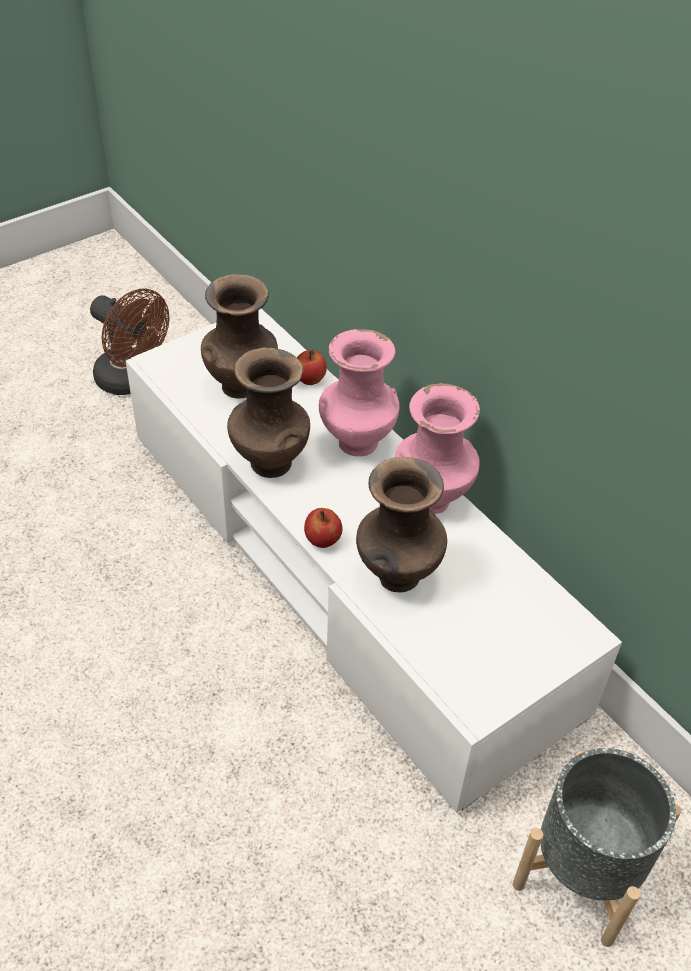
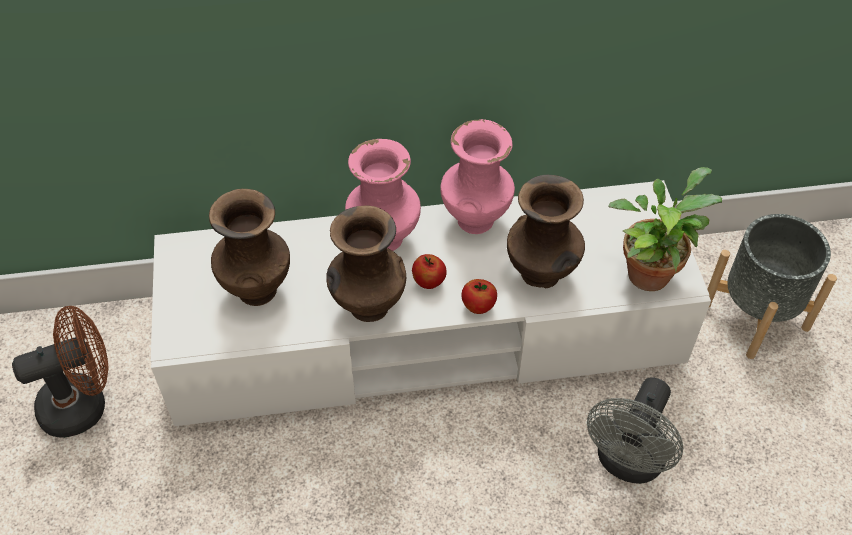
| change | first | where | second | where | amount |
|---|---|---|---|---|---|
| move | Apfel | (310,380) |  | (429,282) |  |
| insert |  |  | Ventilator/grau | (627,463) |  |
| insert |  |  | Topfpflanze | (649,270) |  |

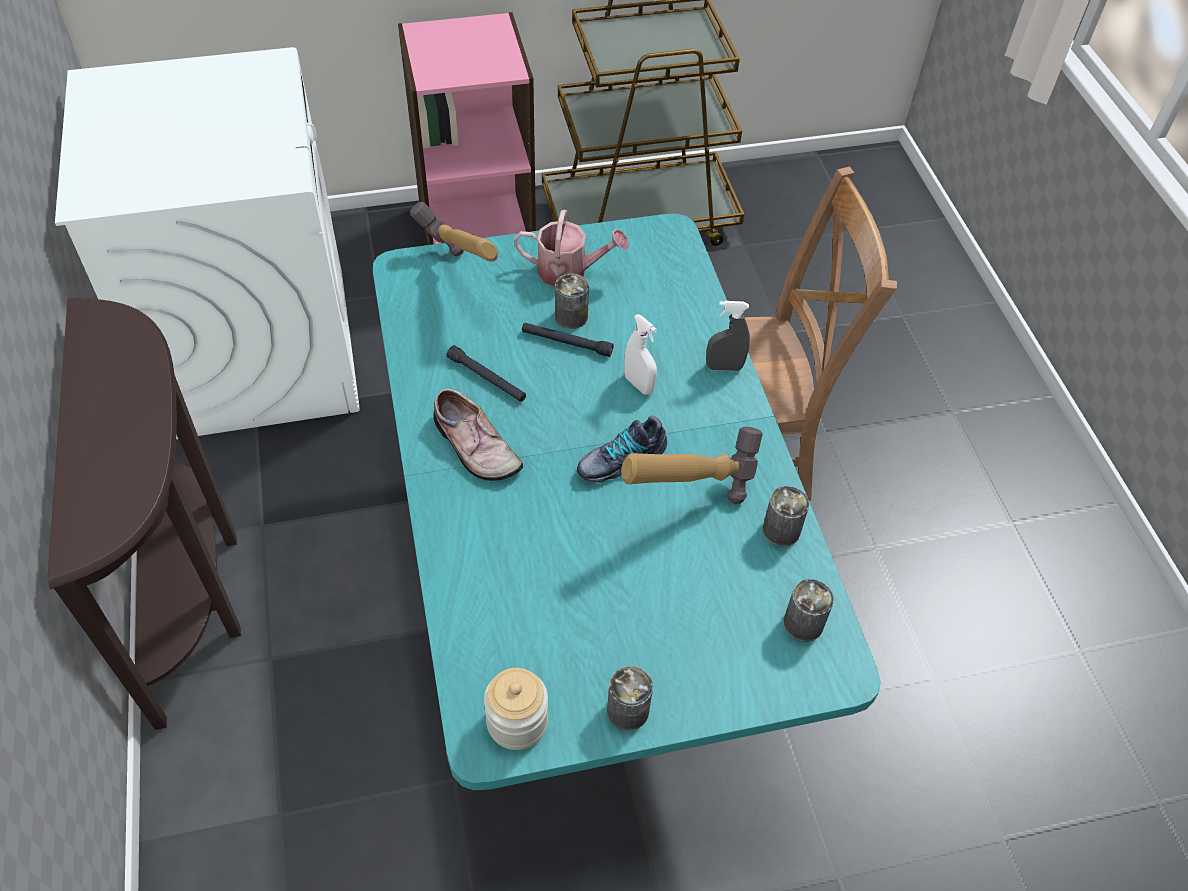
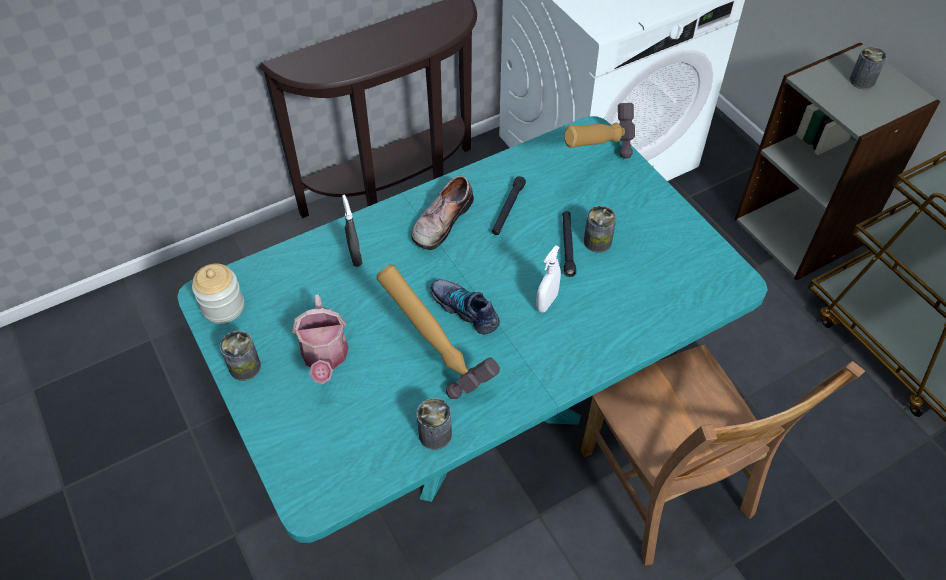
| change | first | where | second | where | amount |
|---|---|---|---|---|---|
| recolor | Bücherregal/rosa | (476,230) | Bücherregal/grau | (799,231) |  |
| move | Gießkanne | (569,271) |  | (325,358) |  |
| move | Sprühflasche/grau | (724,367) |  | (355,256) |  |
| move | Dose | (803,623) |  | (862,81) |  |

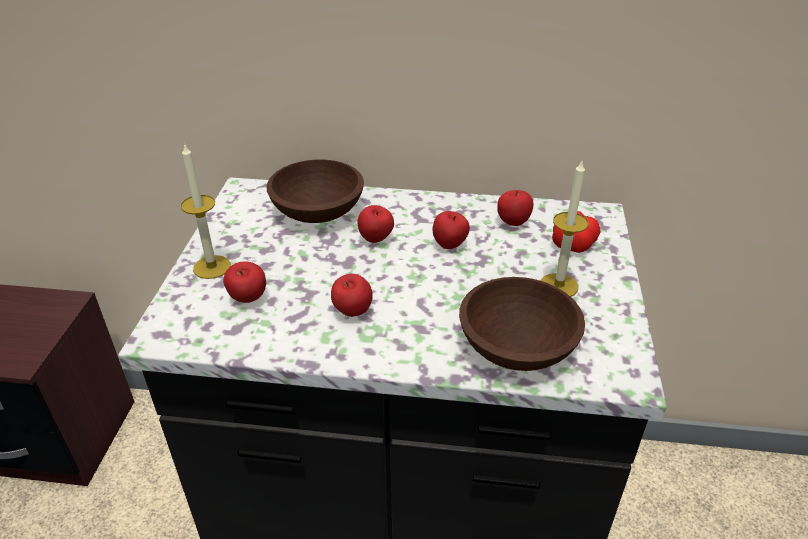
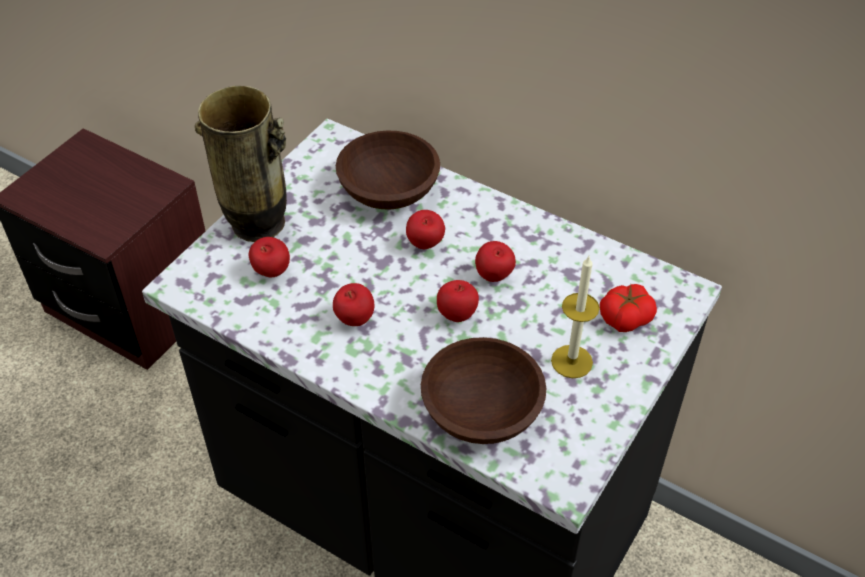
| change | first | where | second | where | amount |
|---|---|---|---|---|---|
| replace | Kerze | (212,267) | Vase | (258,225) |  |
| move | Apfel | (513,223) |  | (457,315) |  |

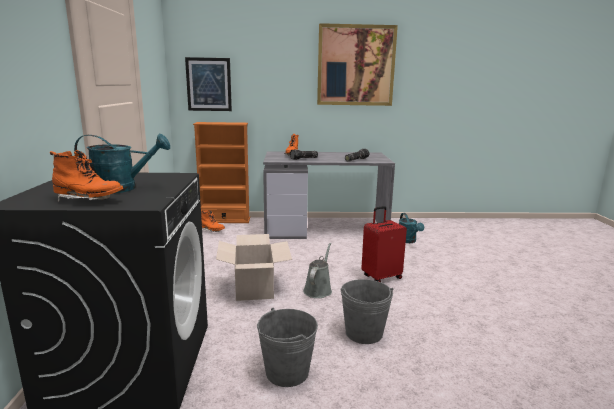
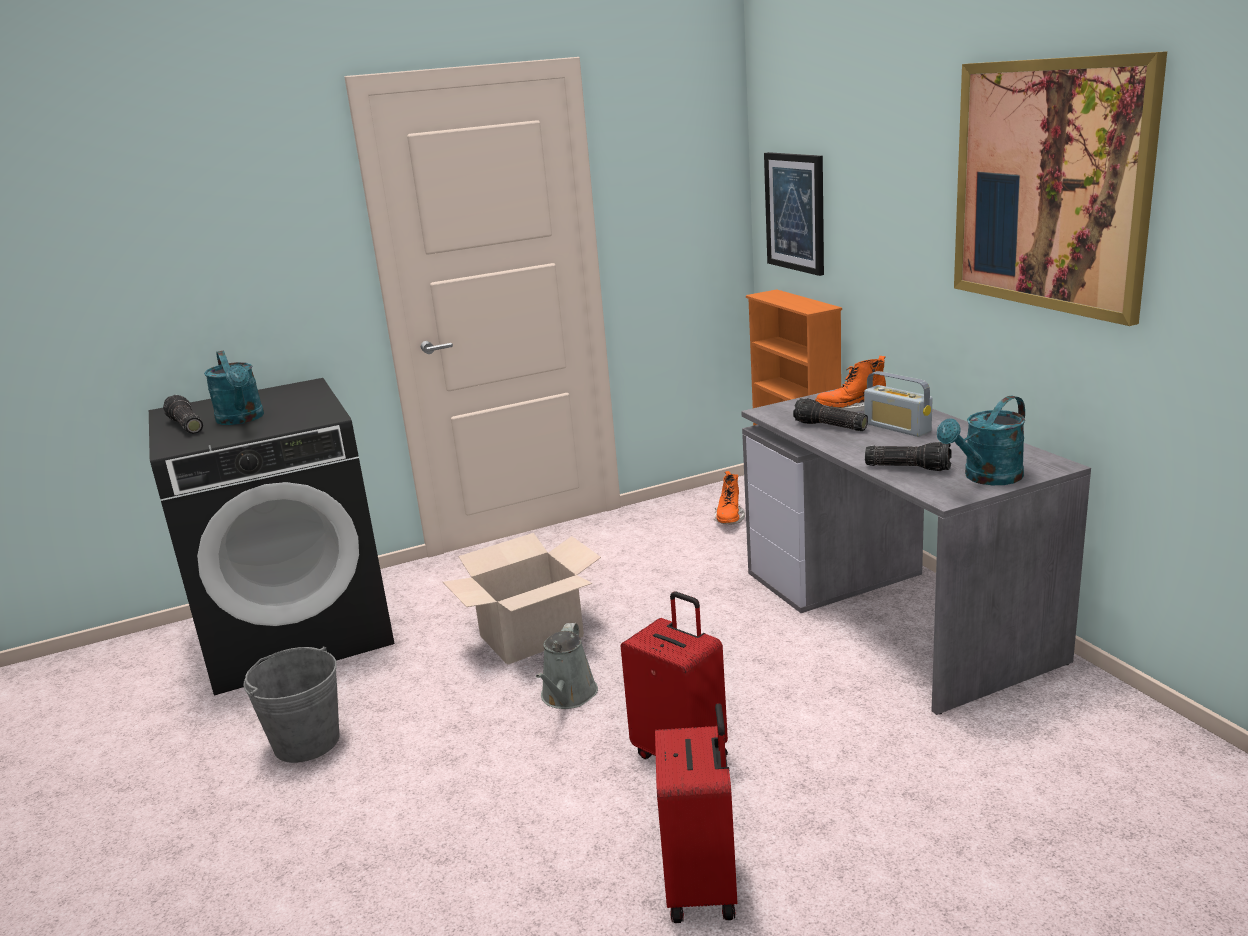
| change | first | where | second | where | amount |
|---|---|---|---|---|---|
| replace | Stiefel/orange | (89,200) | Taschenlampe | (185,426) |  |
| rotate | Gießkanne/grau | (318,289) |  | (567,696) | 105 degrees clockwise |
| delete | Eimer/grau | (364,333) |  |  |  |
| move | Gießkanne/türkis | (408,241) |  | (986,478) |  |
| insert |  |  | Koffer/rot | (703,886) |  |
| insert |  |  | Radio | (897,428) |  |

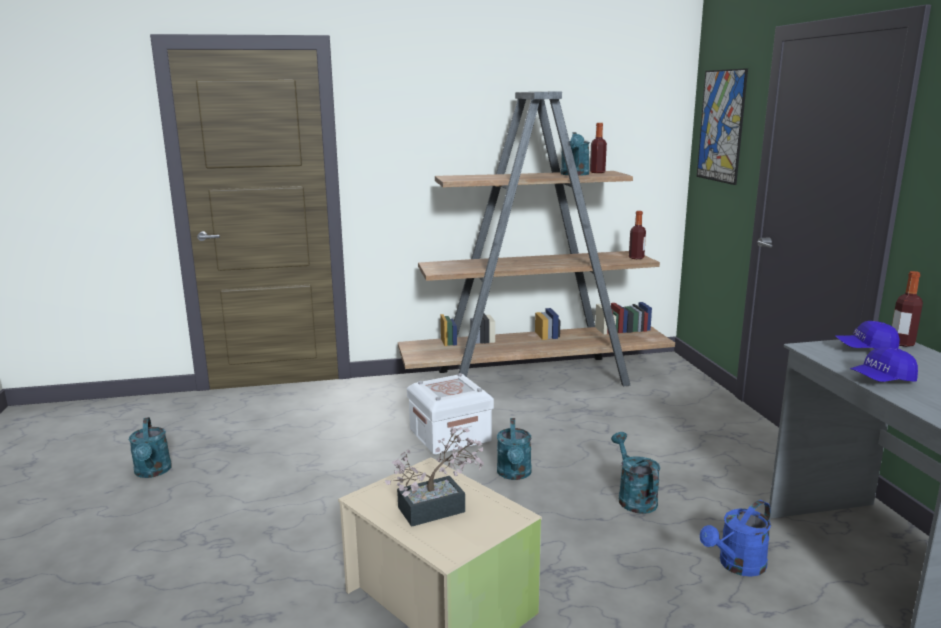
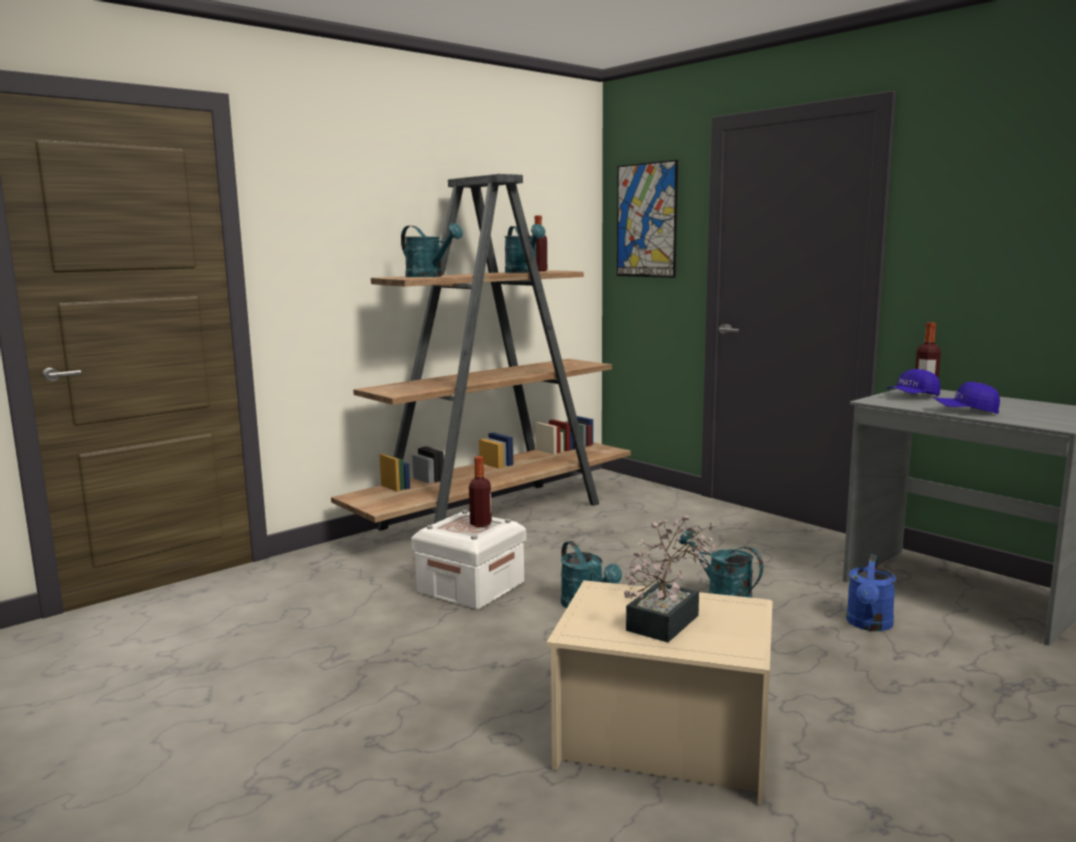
| change | first | where | second | where | amount |
|---|---|---|---|---|---|
| move | Gießkanne/türkis | (153,472) |  | (429,276) |  |
| move | Flasche | (636,258) |  | (481,524) |  |
| rotate | Kappe/blau | (882,380) |  | (966,411) | 60 degrees clockwise |

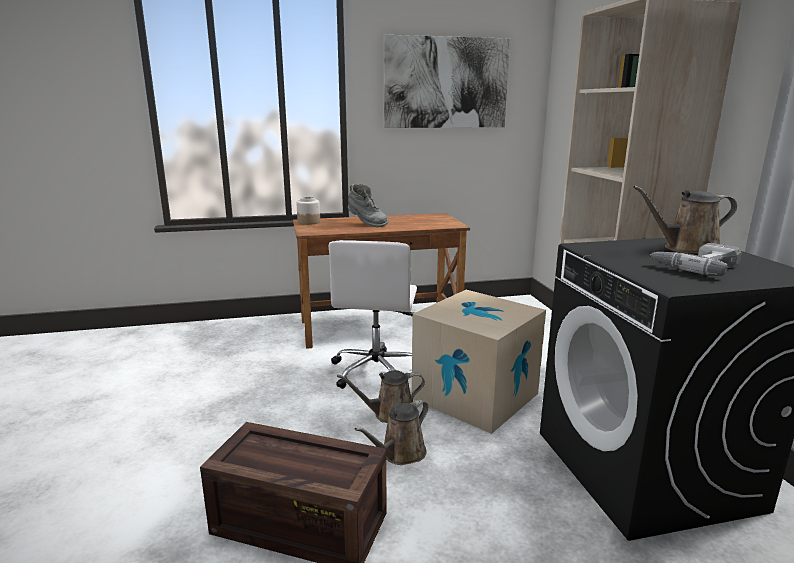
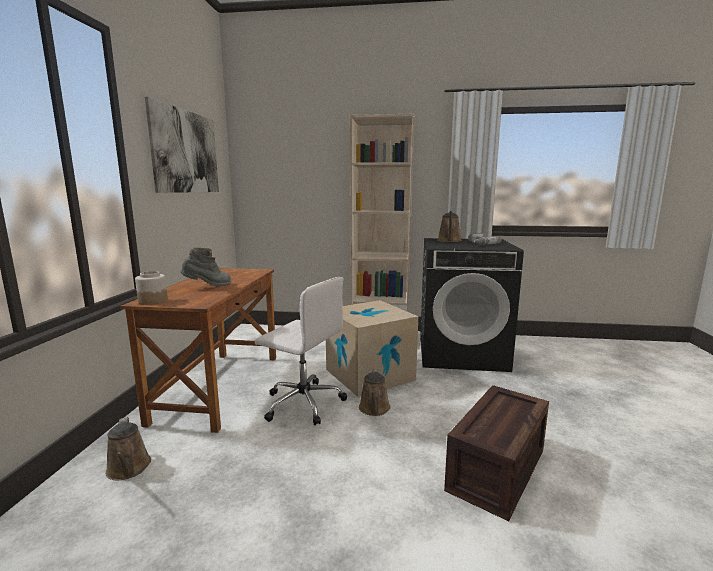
| change | first | where | second | where | amount |
|---|---|---|---|---|---|
| move | Gießkanne/braun | (400,454) |  | (128,469) |  |

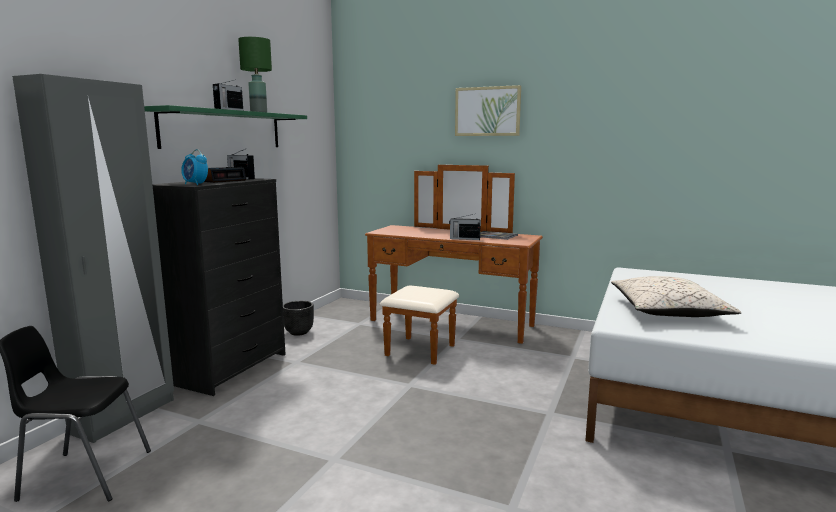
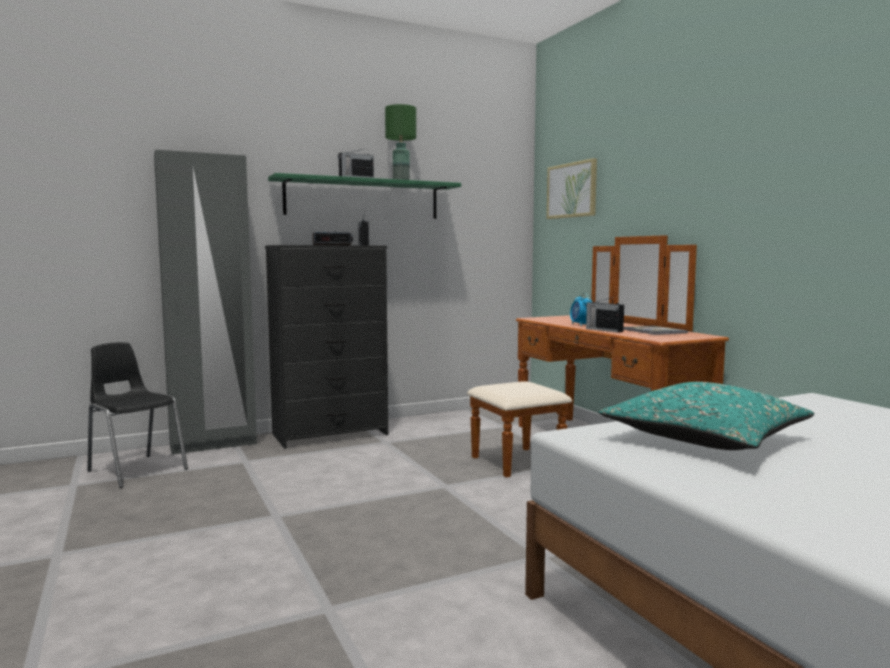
| change | first | where | second | where | amount |
|---|---|---|---|---|---|
| move | Wecker | (195,184) |  | (580,325) |  |
| delete | Pflanzkübel/schwarz | (298,332) |  |  |  |
| move | Bild | (487,111) |  | (572,190) |  |
| recolor | Kissen/beige | (667,311) | Kissen/türkis | (706,439) |  |

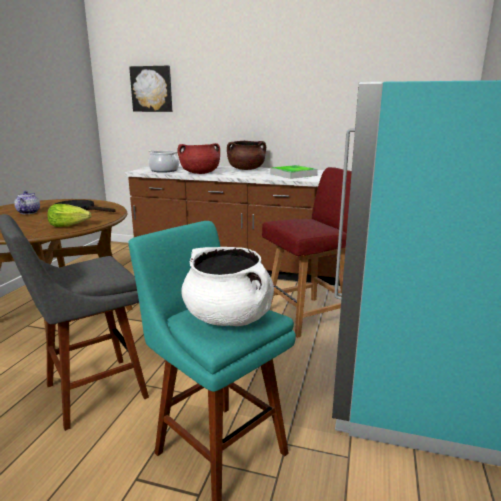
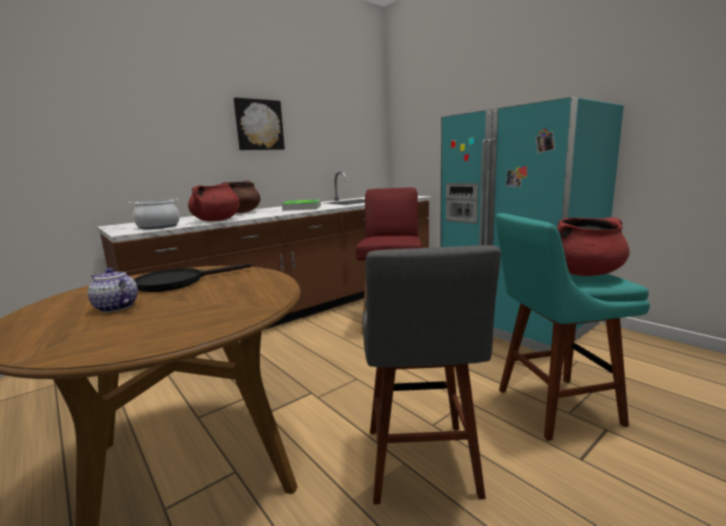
| change | first | where | second | where | amount |
|---|---|---|---|---|---|
| delete | Salatkopf | (69,225) |  |  |  |
| move | Bild | (152,89) |  | (259,125) |  |
| recolor | Kochtopf/weiß | (229,318) | Kochtopf/rot | (583,273) |  |

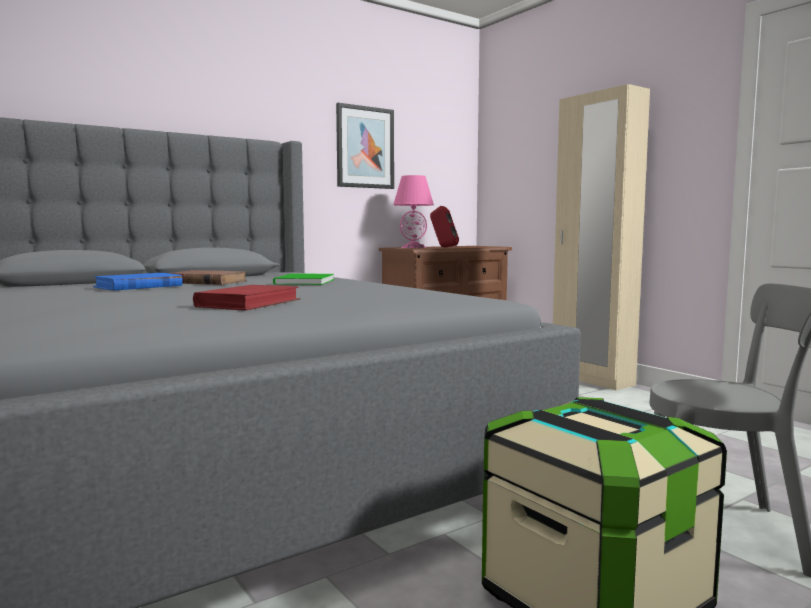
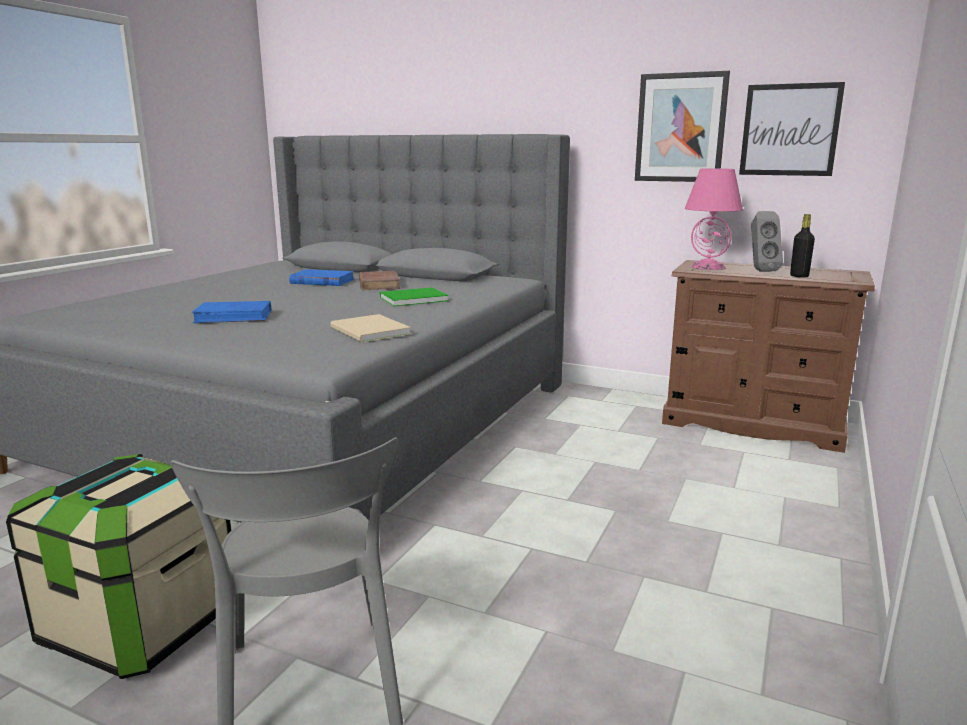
| change | first | where | second | where | amount |
|---|---|---|---|---|---|
| recolor | Buch/rot | (249,303) | Buch/blau | (234,316) |  |
| recolor | Lautsprecher/rot | (443,247) | Lautsprecher/grau | (760,271) |  |
| delete | Kleiderschrank/beige | (591,379) |  |  |  |
| insert |  |  | Buch/beige | (369,331) |  |
| insert |  |  | Bild | (790,130) |  |
| insert |  |  | Flasche/schwarz | (799,276) |  |

